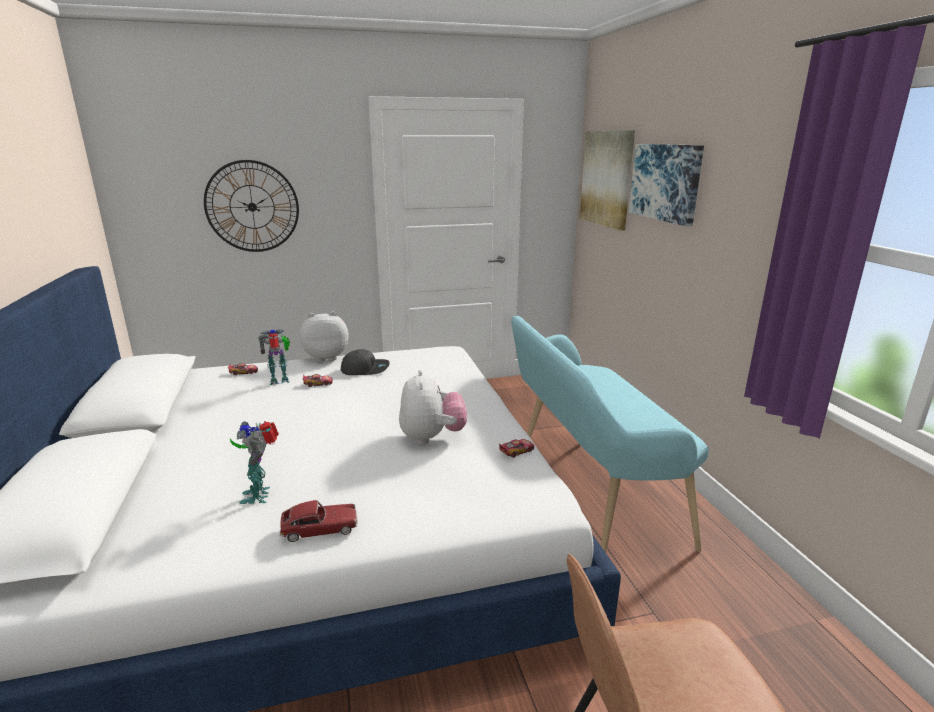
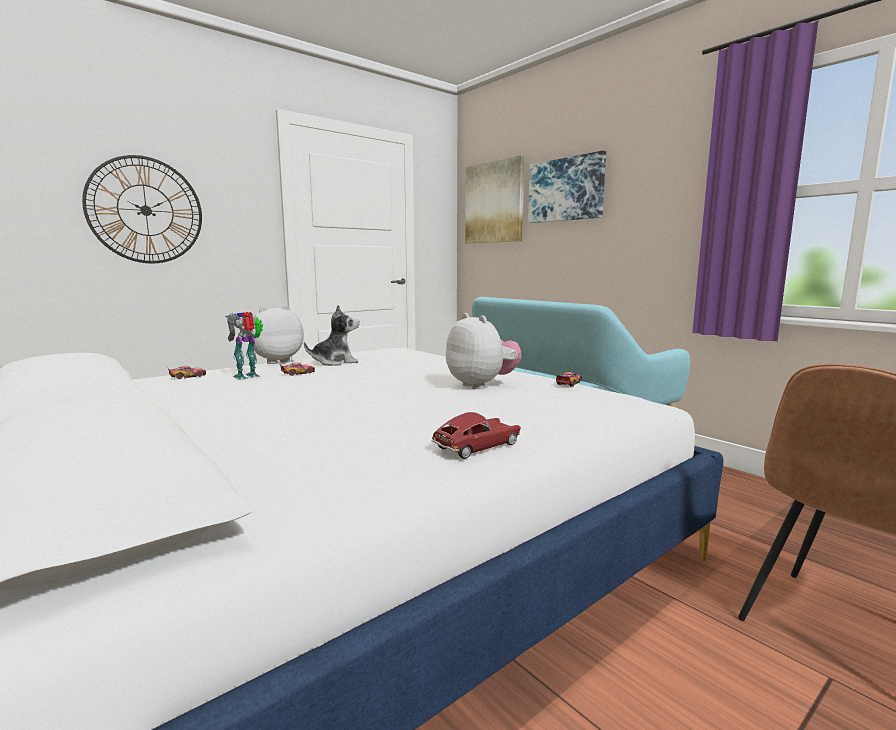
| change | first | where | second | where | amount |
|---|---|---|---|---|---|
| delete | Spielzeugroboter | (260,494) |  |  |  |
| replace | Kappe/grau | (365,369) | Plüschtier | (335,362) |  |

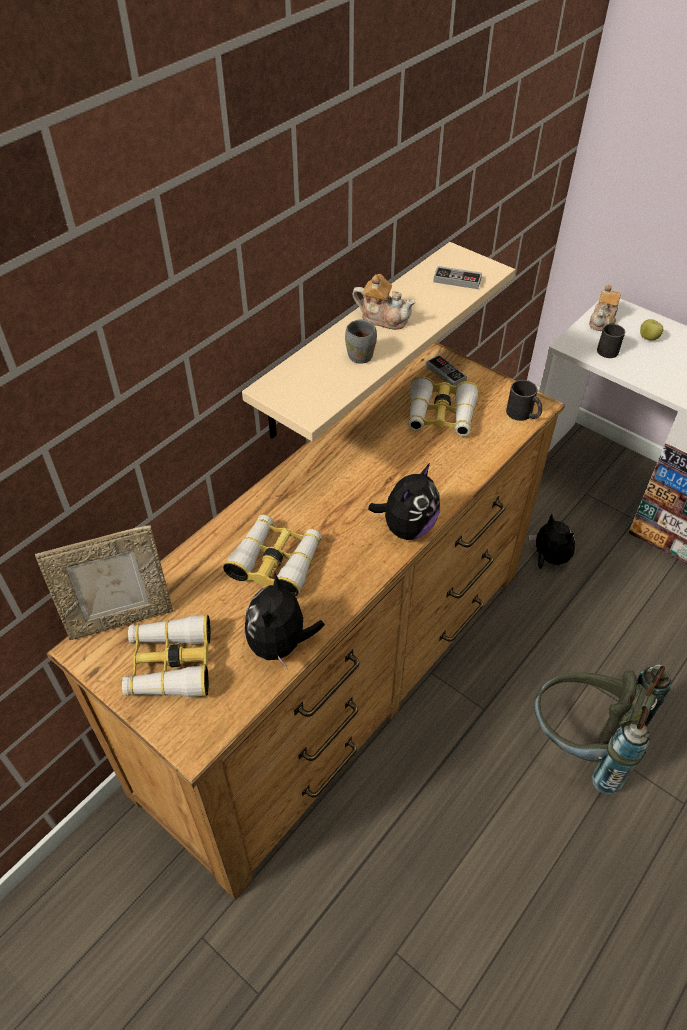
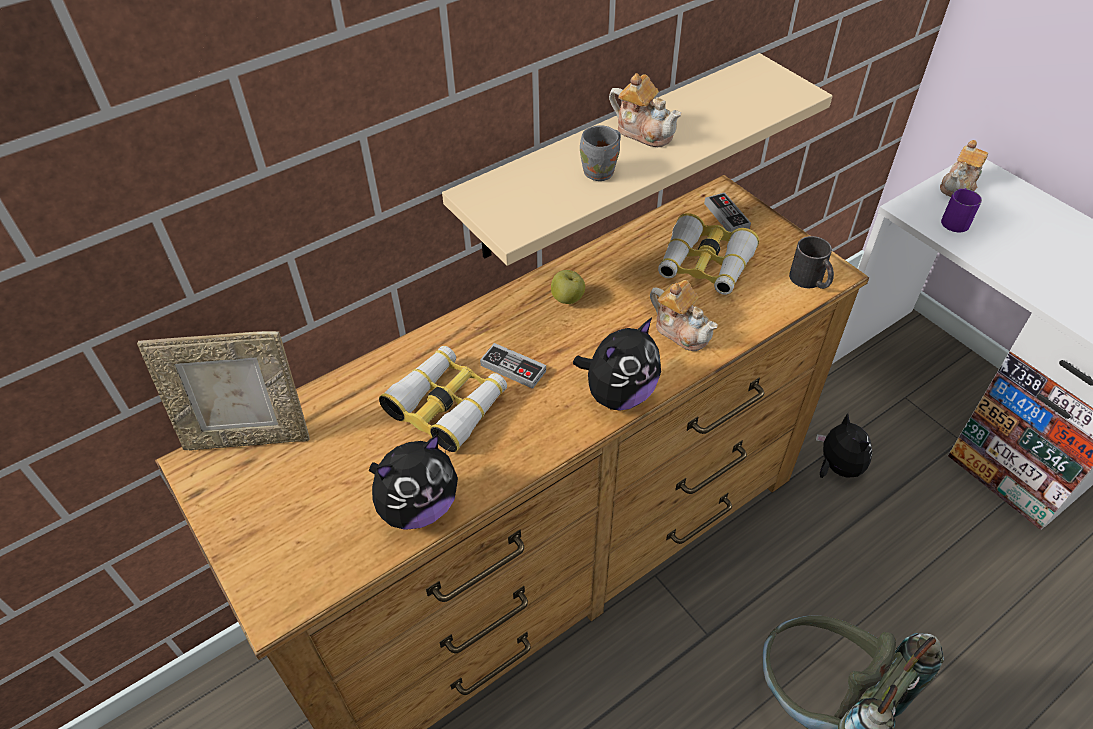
| change | first | where | second | where | amount |
|---|---|---|---|---|---|
| delete | Fernglas | (170,664) |  |  |  |
| rotate | Plüschtier | (280,644) |  | (418,507) | 150 degrees counterclockwise |
| move | Gamepad | (457,280) |  | (513,368) |  |
| recolor | Henkelbecher/schwarz | (607,348) | Henkelbecher/lila | (955,219) |  |
| move | Apfel | (648,338) |  | (567,299) |  |
| insert |  |  | Teekanne | (681,330) |  |

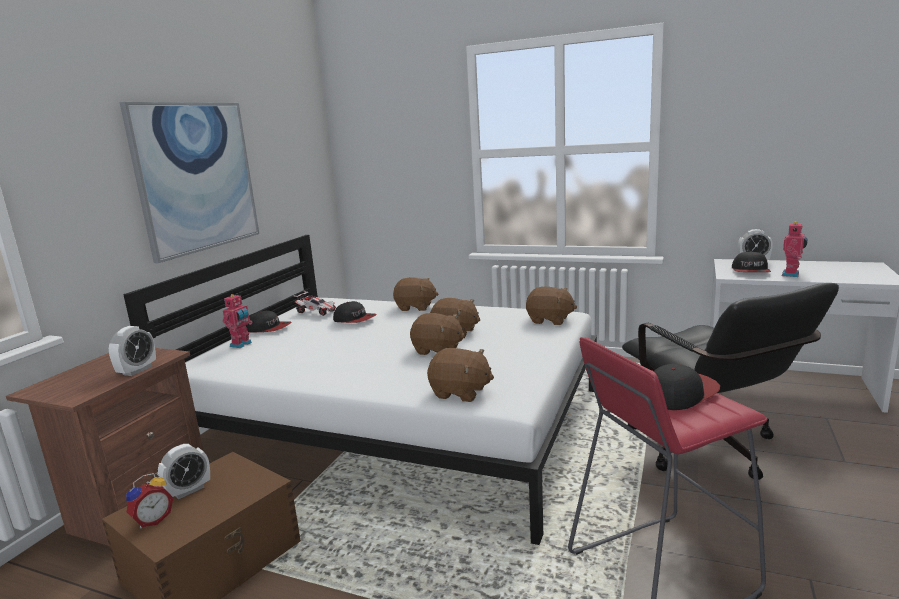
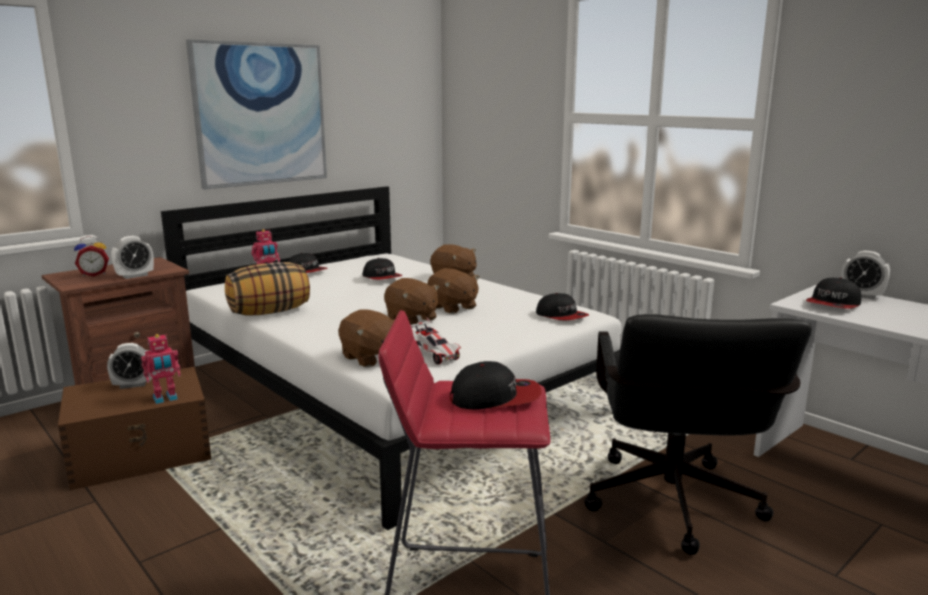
| change | first | where | second | where | amount |
|---|---|---|---|---|---|
| move | Wecker | (153,520) |  | (94,274) |  |
| move | Spielzeugauto | (316,312) |  | (434,355) |  |
| replace | Plüschtier/braun | (550,320) | Kappe | (562,316) |  |
| move | Spielzeugroboter | (792,274) |  | (165,399) |  |
| insert |  |  | Kissen | (270,312) |  |

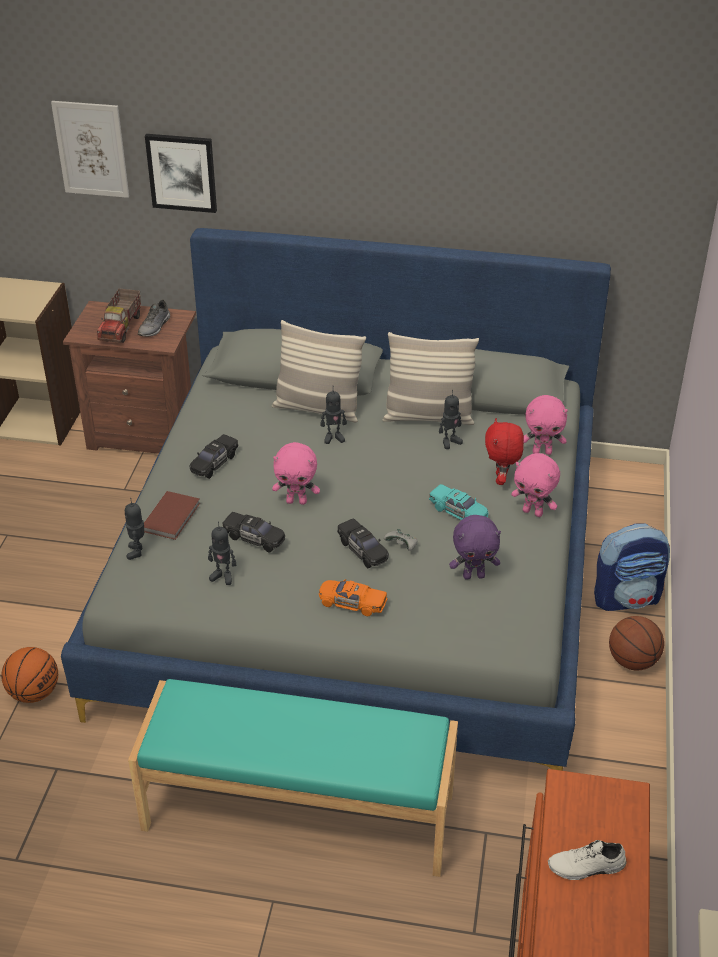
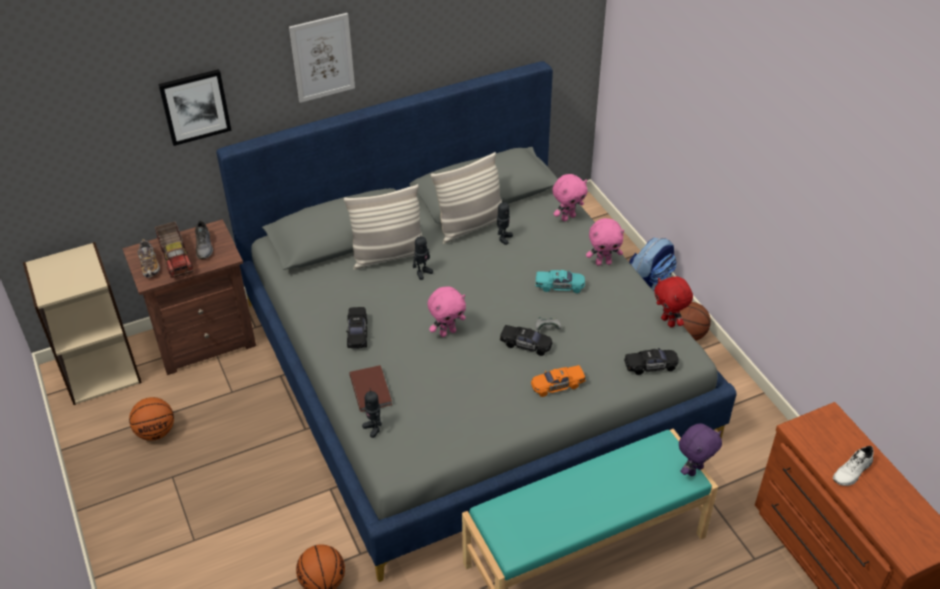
| change | first | where | second | where | amount |
|---|---|---|---|---|---|
| move | Bild | (91,149) |  | (322,57) |  |
| delete | Spielzeugroboter | (223,576) |  |  |  |
| move | Spielzeugauto/schwarz | (254,538) |  | (651,366) |  |
| move | Plüschtier/lila | (474,575) |  | (694,469) |  |
| move | Plüschtier/rot | (501,479) |  | (669,322) |  |
| insert |  |  | Basketball | (156,432) |  |
| insert |  |  | Schuh | (149,265) |  |

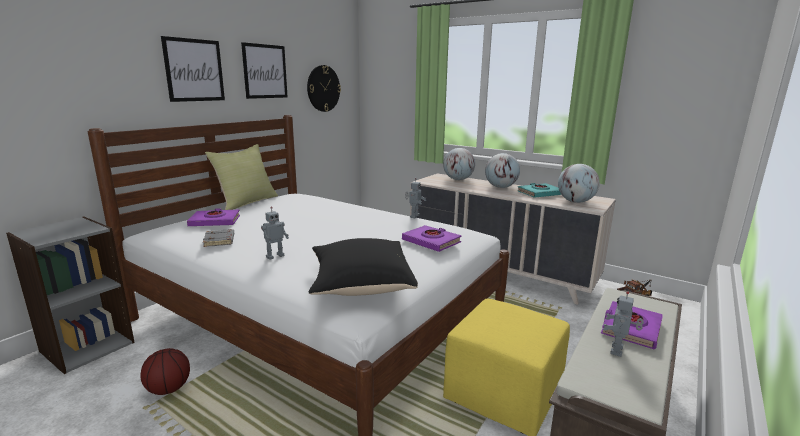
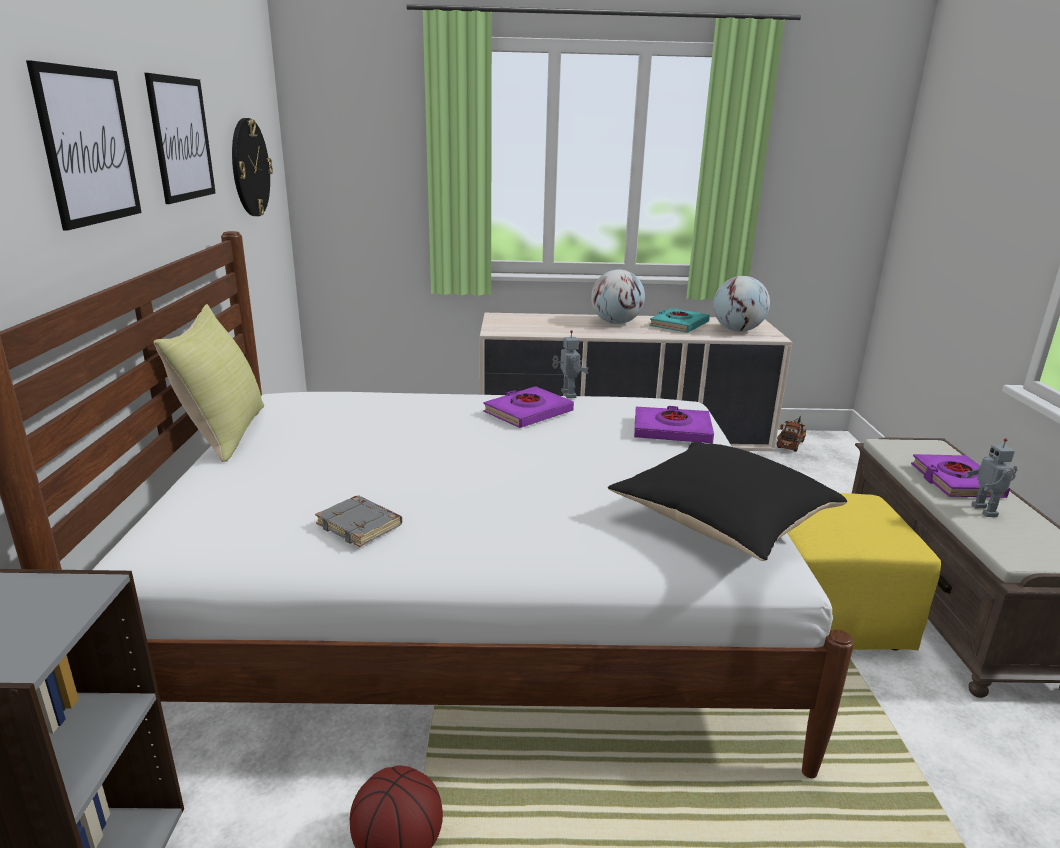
| change | first | where | second | where | amount |
|---|---|---|---|---|---|
| move | Buch/lila | (215,221) |  | (528,412) |  |
| delete | Spielzeugroboter | (274,256) |  |  |  |
| delete | Globus | (458,179) |  |  |  |

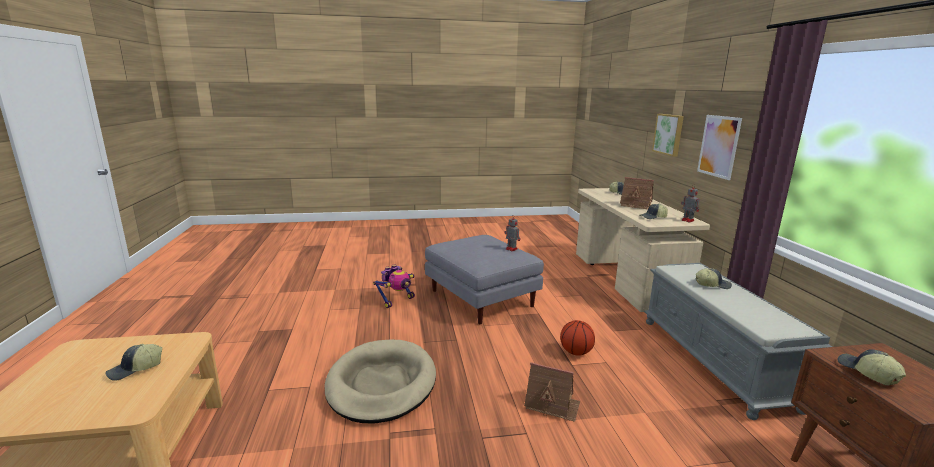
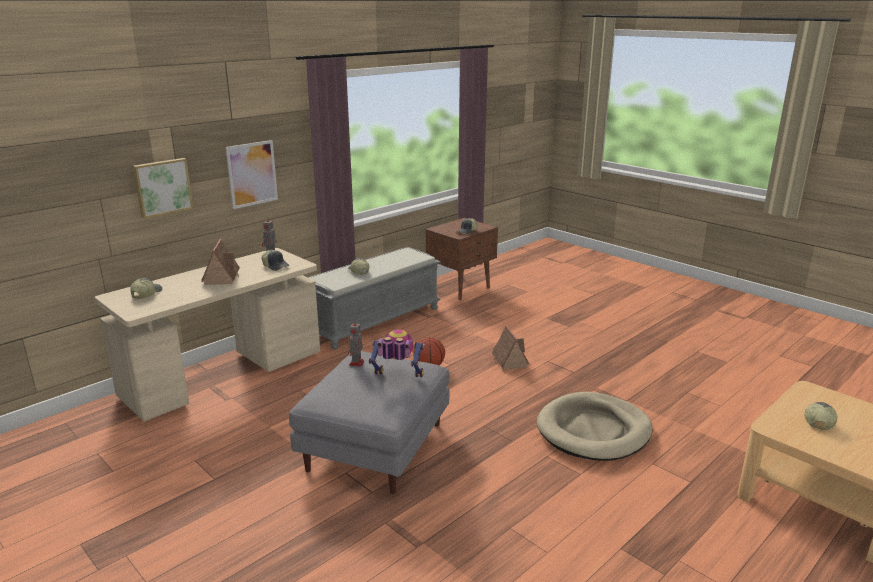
| change | first | where | second | where | amount |
|---|---|---|---|---|---|
| rotate | Kappe | (135,369) |  | (818,420) | 75 degrees counterclockwise |
| move | Spielzeugroboter | (397,301) |  | (397,378) |  |

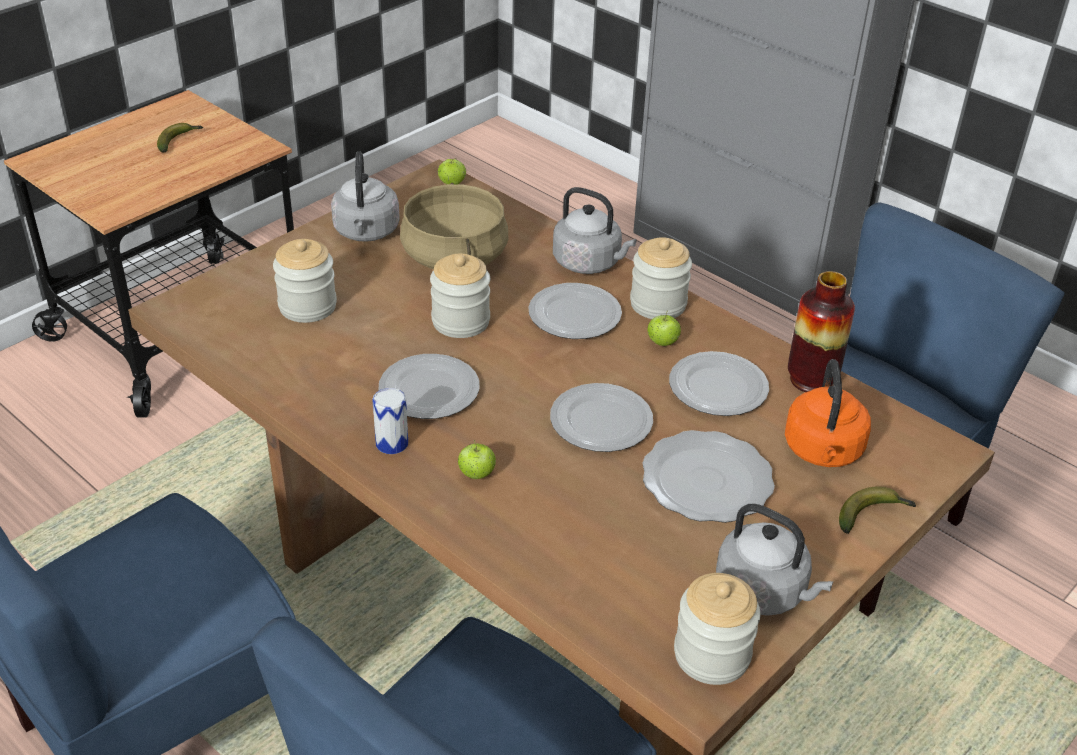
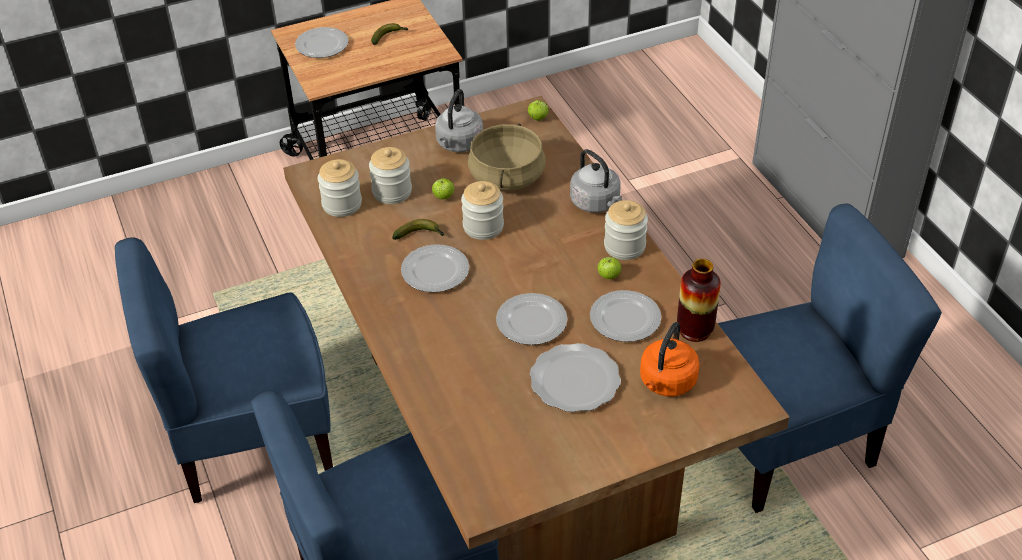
| change | first | where | second | where | amount |
|---|---|---|---|---|---|
| delete | Dose | (392,443) |  |  |  |
| move | Apfel | (476,474) |  | (443,197) |  |
| move | Teller | (575,315) |  | (322,45) |  |
| move | Vorratsglas | (711,655) |  | (342,204) |  |
| delete | Wasserkessel/grau | (764,592) |  |  |  |
| move | Banane | (873,515) |  | (420,235) |  |

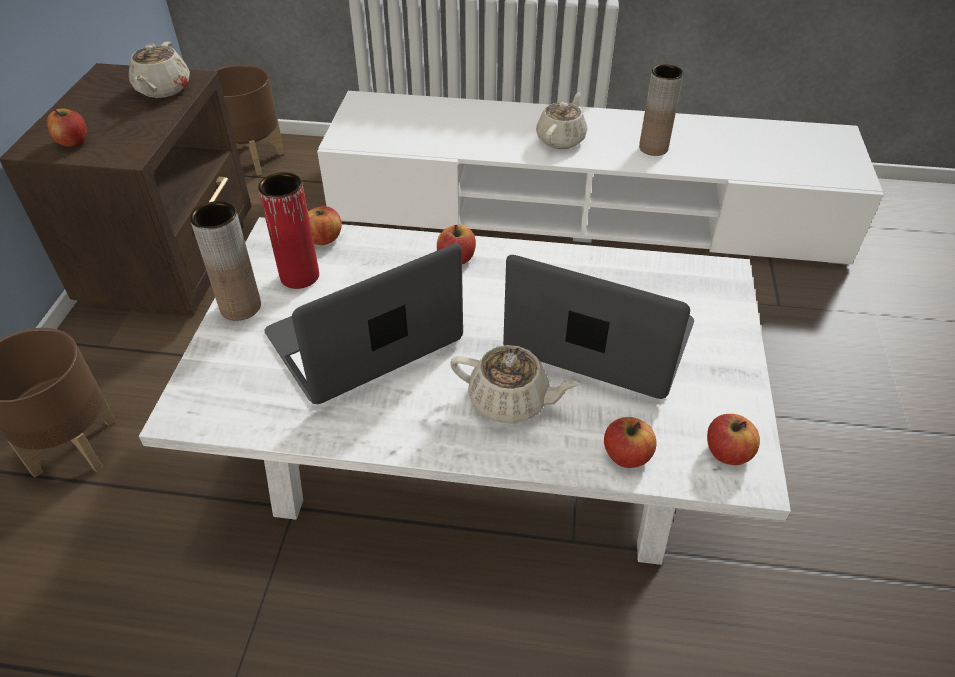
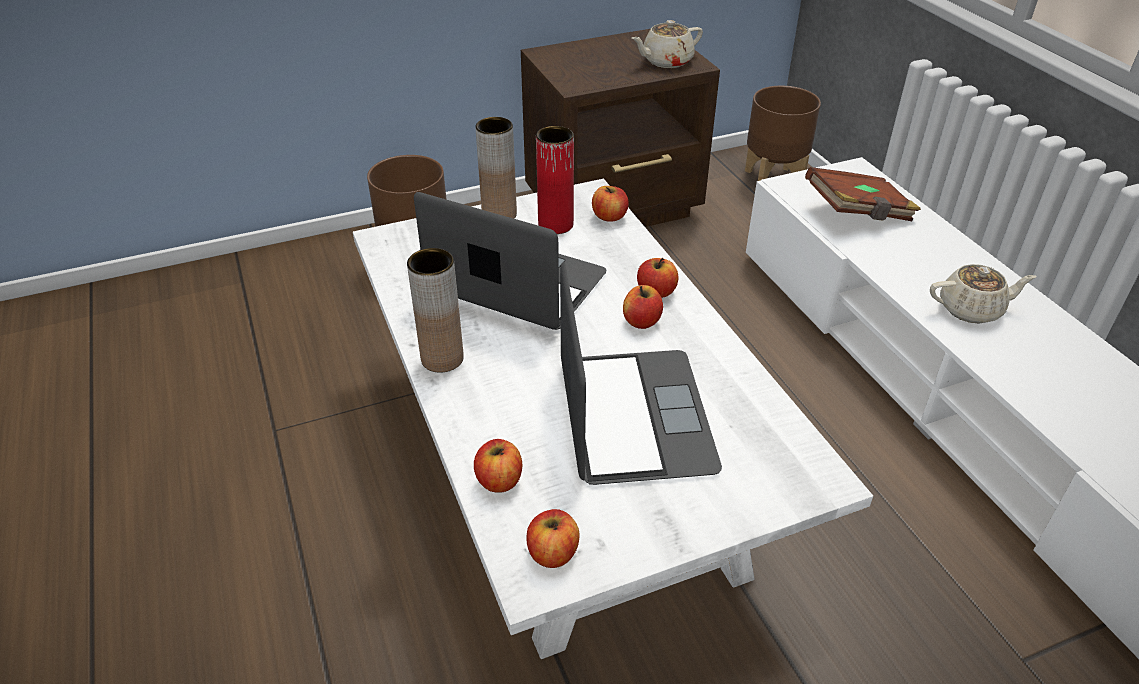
| change | first | where | second | where | amount |
|---|---|---|---|---|---|
| move | Apfel | (73,142) |  | (642,321) |  |
| delete | Teekanne/beige | (510,401) |  |  |  |
| move | Vase/braun | (653,148) |  | (442,358) |  |
| insert |  |  | Buch/braun | (858,213) |  |

